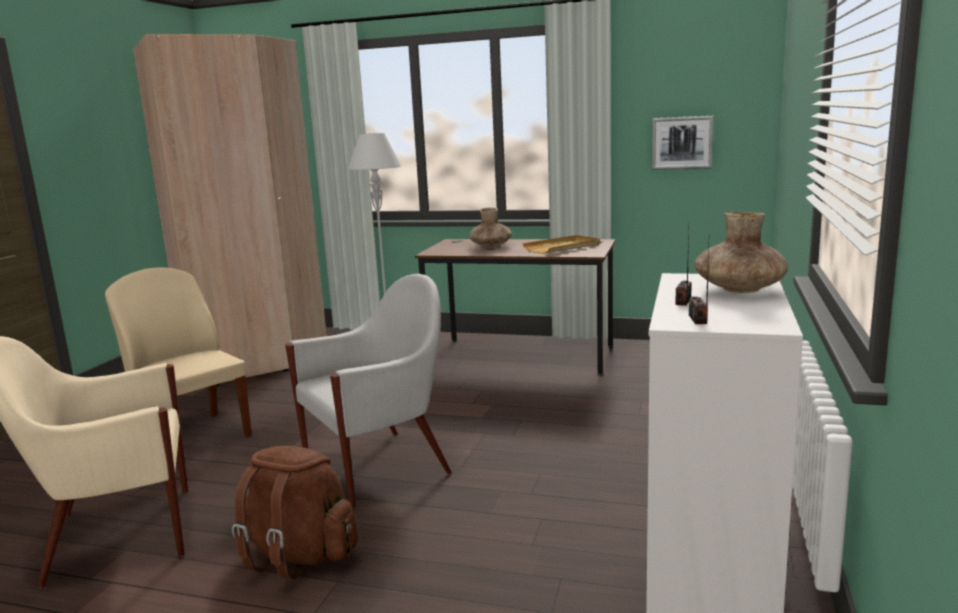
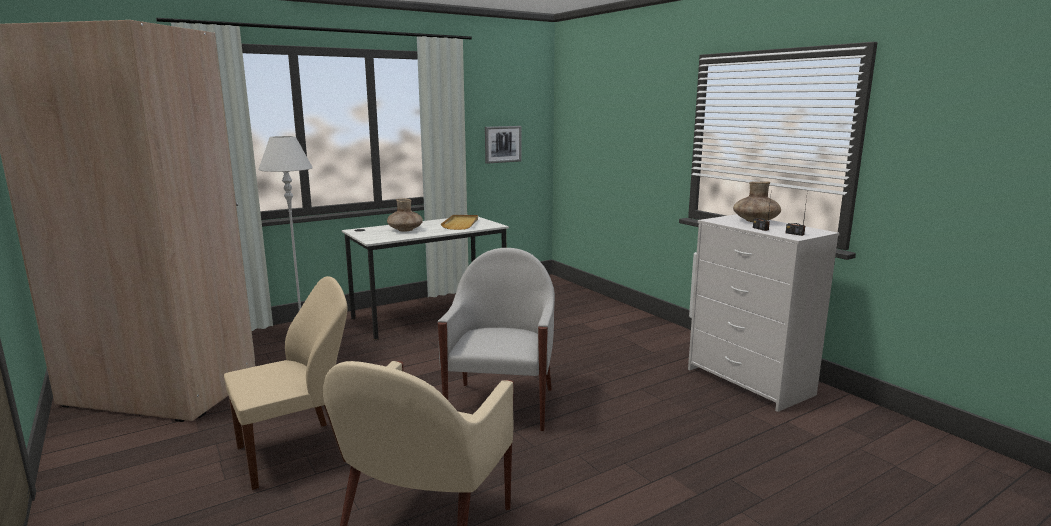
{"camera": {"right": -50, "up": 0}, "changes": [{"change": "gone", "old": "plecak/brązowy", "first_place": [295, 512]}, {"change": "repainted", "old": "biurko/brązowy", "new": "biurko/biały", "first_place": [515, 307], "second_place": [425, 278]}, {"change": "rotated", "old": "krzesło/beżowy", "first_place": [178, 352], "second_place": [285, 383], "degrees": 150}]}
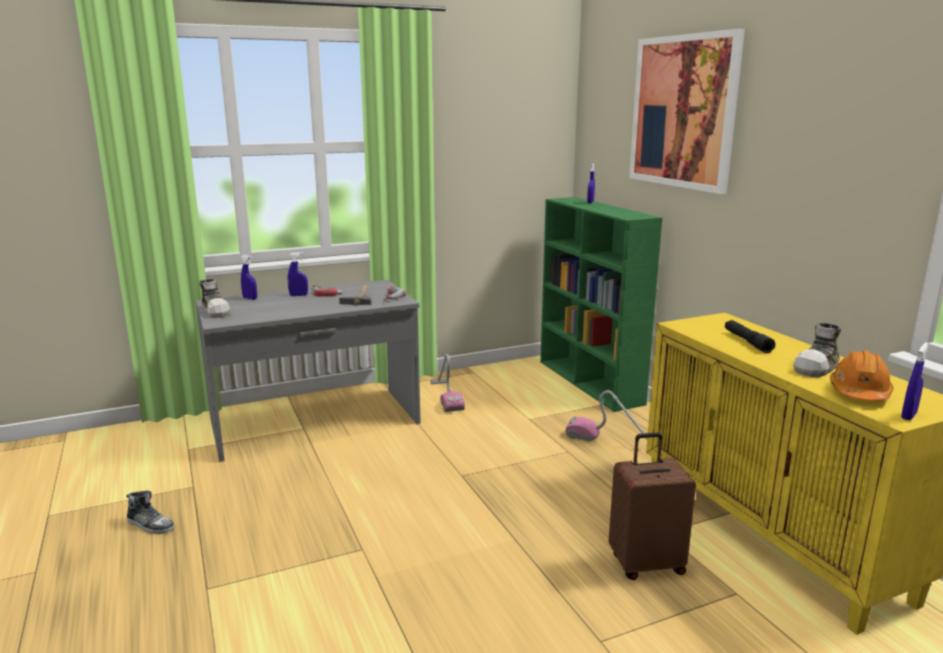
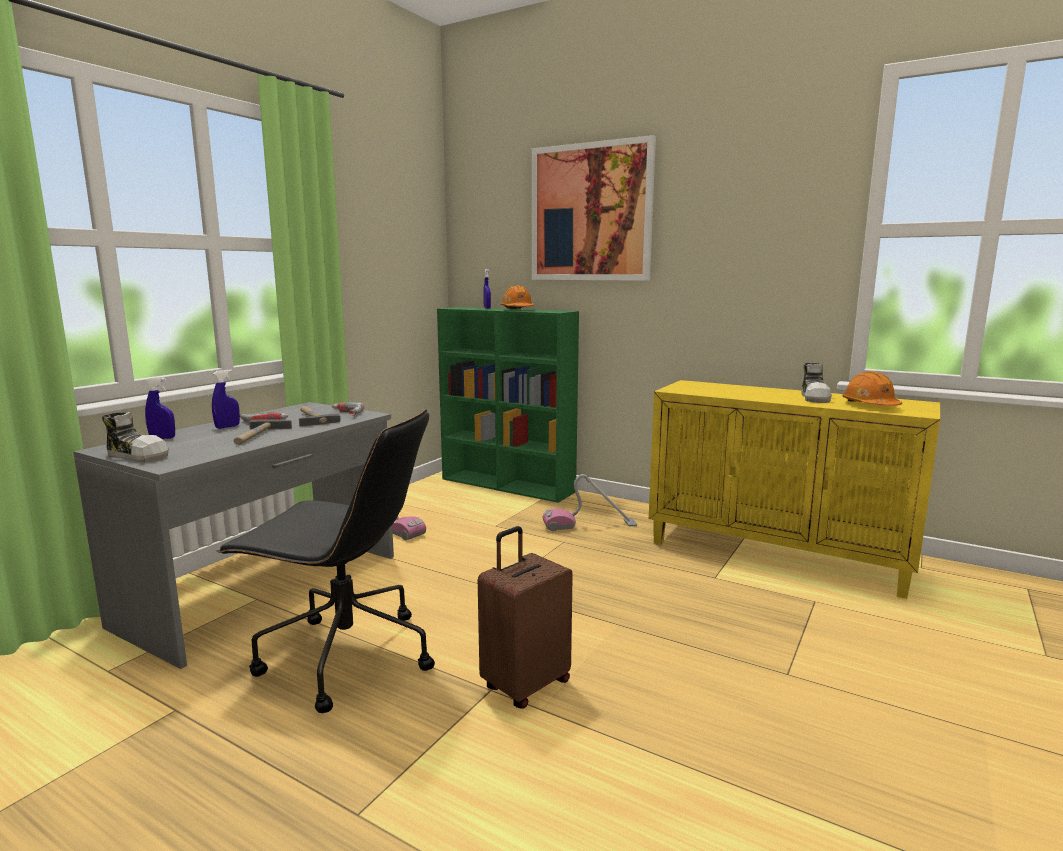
{"camera": {"right": -35, "up": -5}, "changes": [{"change": "gone", "old": "but", "first_place": [150, 512]}, {"change": "gone", "old": "latarka/czarny", "first_place": [750, 336]}, {"change": "gone", "old": "spryskiwacz/niebieski", "first_place": [914, 381]}, {"change": "new", "new": "krzesło biurowe/czarny", "second_place": [326, 561]}, {"change": "new", "new": "młotek", "second_place": [263, 431]}, {"change": "new", "new": "kask/pomarańczowy", "second_place": [517, 297]}, {"change": "shifted", "old": "walizka/brązowy", "first_place": [652, 506], "second_place": [525, 617]}]}
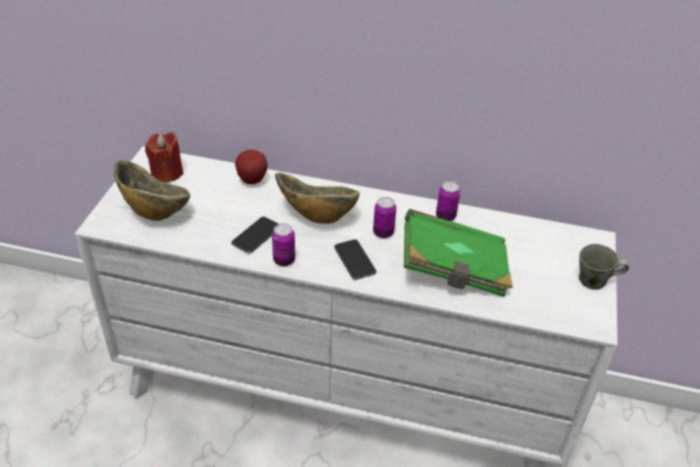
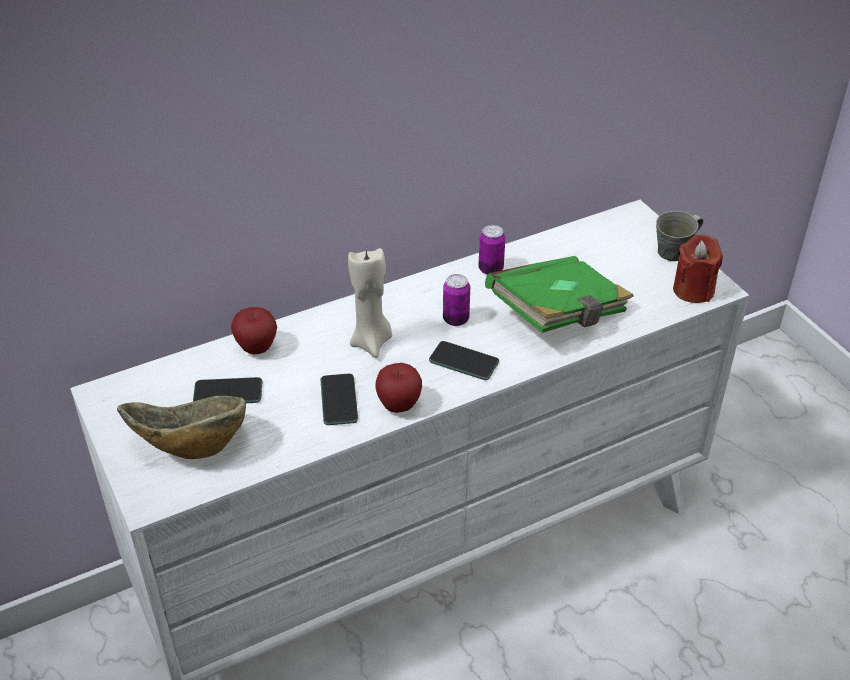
{"camera": {"right": -40, "up": 0}, "changes": [{"change": "new", "new": "telefon", "second_place": [227, 390]}, {"change": "shifted", "old": "świeca/czerwony", "first_place": [164, 157], "second_place": [698, 268]}, {"change": "swapped", "old": "puszka", "new": "jabłko", "first_place": [283, 244], "second_place": [398, 388]}, {"change": "swapped", "old": "miska", "new": "świeca/beżowy", "first_place": [317, 198], "second_place": [370, 303]}]}
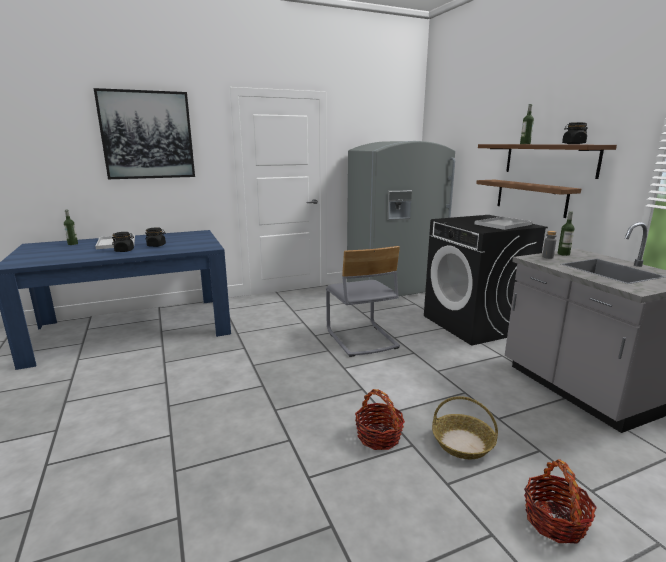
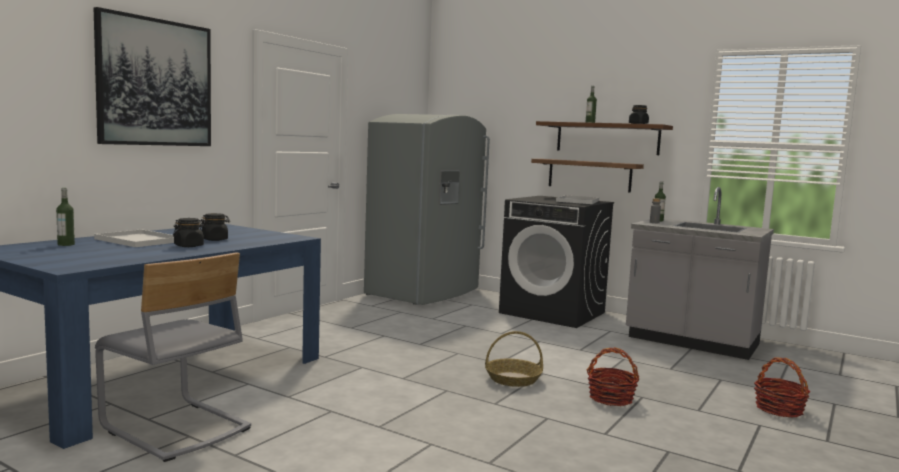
{"camera": {"right": -35, "up": -10}, "changes": [{"change": "shifted", "old": "krzesło/szary", "first_place": [363, 301], "second_place": [173, 357]}, {"change": "shifted", "old": "koszyk", "first_place": [465, 427], "second_place": [514, 359]}]}
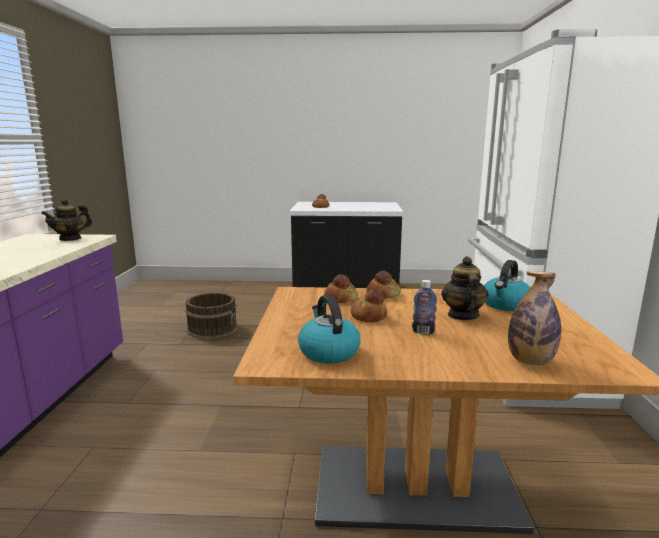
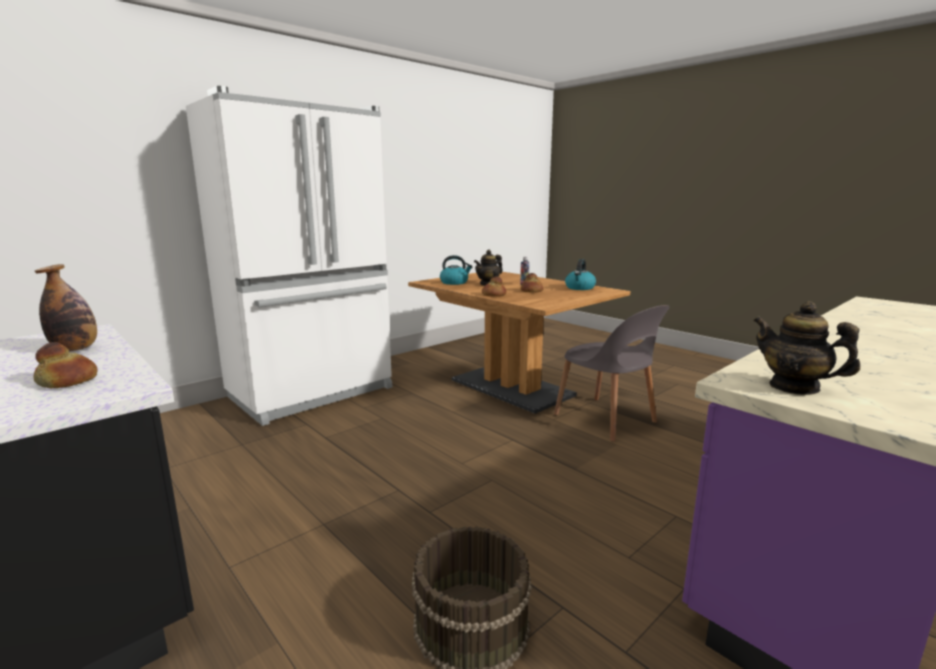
{"camera": {"right": -135, "up": 0}, "changes": [{"change": "gone", "old": "chleb", "first_place": [341, 288]}, {"change": "new", "new": "krzesło/szary", "second_place": [611, 373]}, {"change": "shifted", "old": "butelka", "first_place": [534, 318], "second_place": [66, 308]}, {"change": "rotated", "old": "imbryk", "first_place": [66, 220], "second_place": [806, 348], "degrees": -135}]}
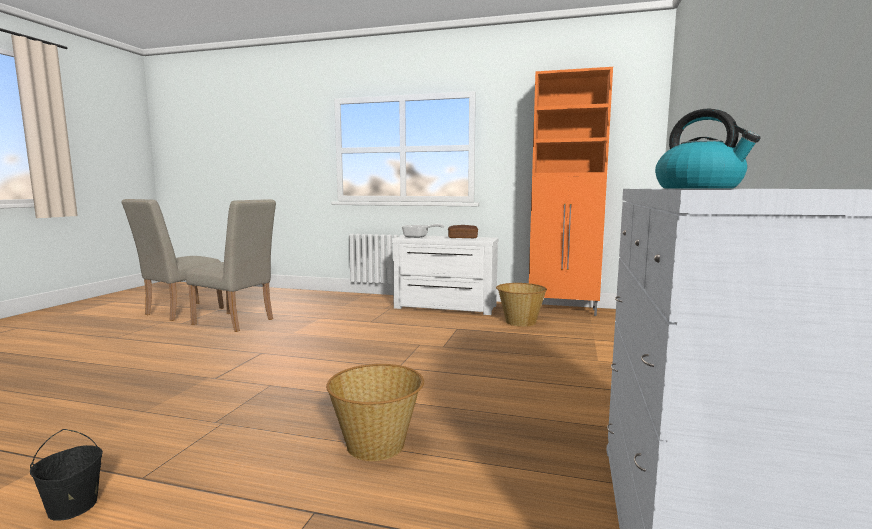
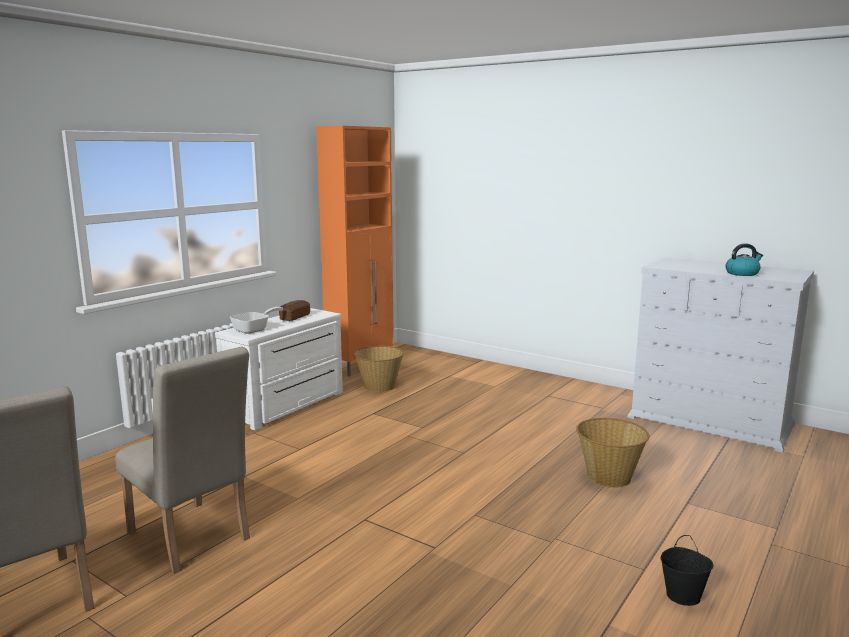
{"camera": {"right": -70, "up": 5}, "changes": [{"change": "rotated", "old": "krzesło/beżowy", "first_place": [231, 265], "second_place": [182, 460], "degrees": 90}]}
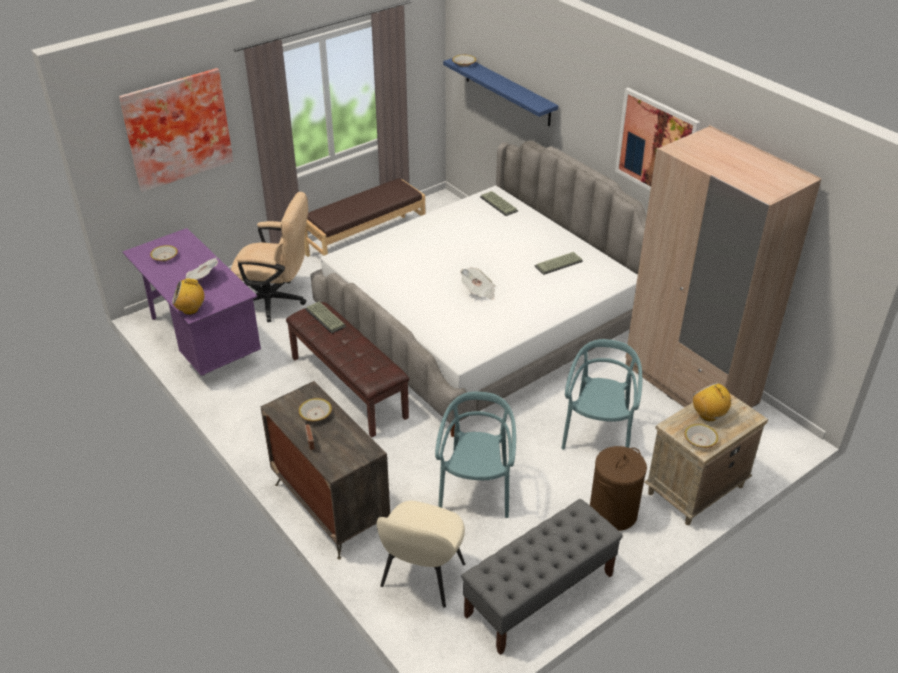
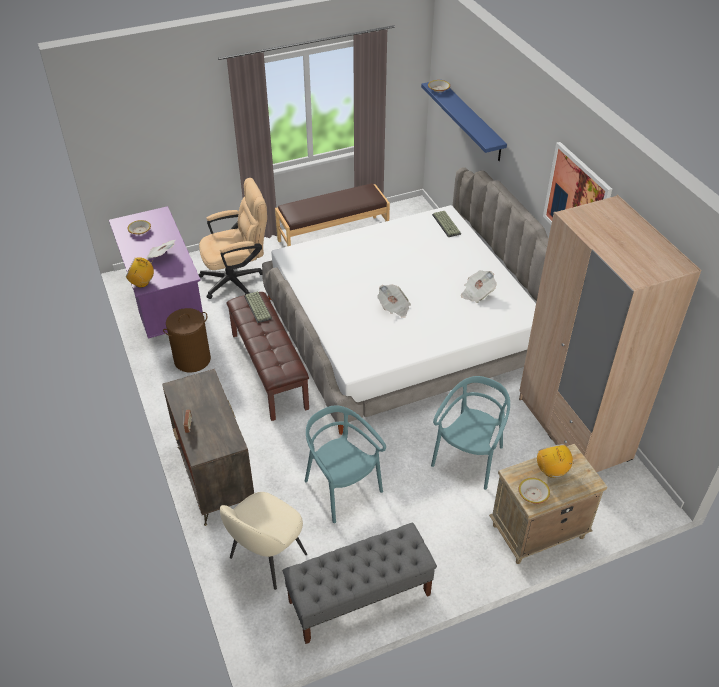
{"camera": {"right": 15, "up": 5}, "changes": [{"change": "gone", "old": "obraz", "first_place": [176, 130]}, {"change": "gone", "old": "miska", "first_place": [315, 409]}, {"change": "shifted", "old": "kosz na pranie/brązowy", "first_place": [618, 488], "second_place": [187, 340]}, {"change": "swapped", "old": "klawiatura", "new": "gazeta", "first_place": [559, 263], "second_place": [479, 286]}, {"change": "rotated", "old": "krzesło biurowe/beżowy", "first_place": [269, 257], "second_place": [233, 238], "degrees": -45}, {"change": "rotated", "old": "krzesło/turkusowy", "first_place": [475, 454], "second_place": [345, 464], "degrees": -60}]}
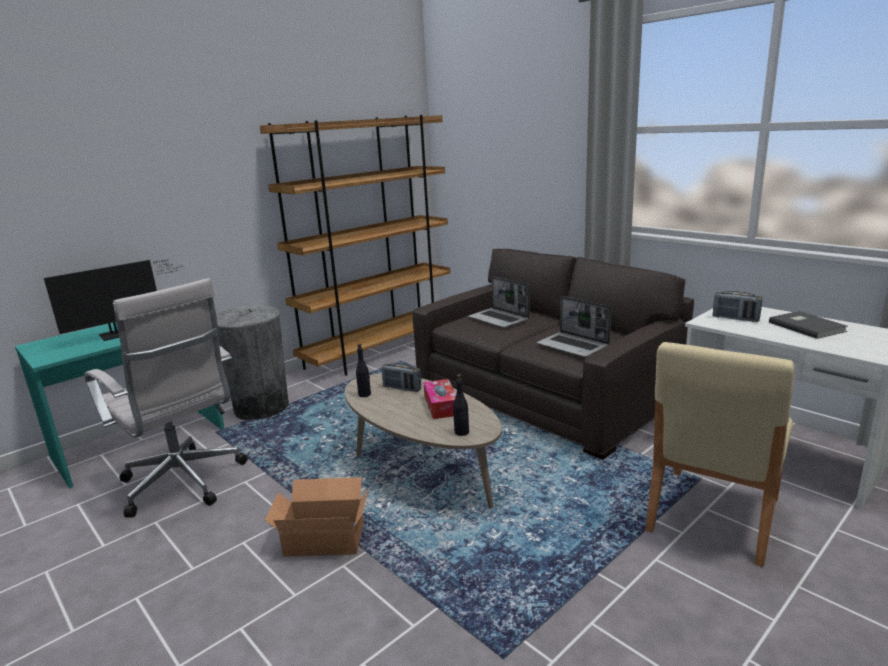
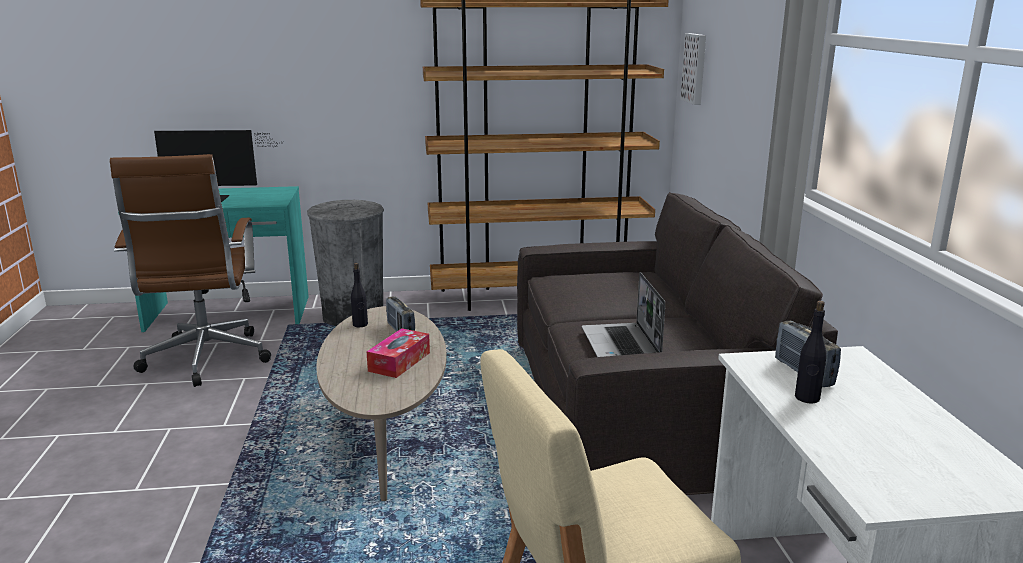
{"camera": {"right": 35, "up": 0}, "changes": [{"change": "gone", "old": "karton", "first_place": [317, 517]}, {"change": "gone", "old": "laptop", "first_place": [499, 302]}, {"change": "gone", "old": "książka/szary", "first_place": [808, 325]}, {"change": "new", "new": "obraz", "second_place": [693, 69]}, {"change": "shifted", "old": "butelka/czarny", "first_place": [461, 405], "second_place": [810, 352]}, {"change": "repainted", "old": "krzesło biurowe/biały", "new": "krzesło biurowe/brązowy", "first_place": [166, 398], "second_place": [190, 270]}]}
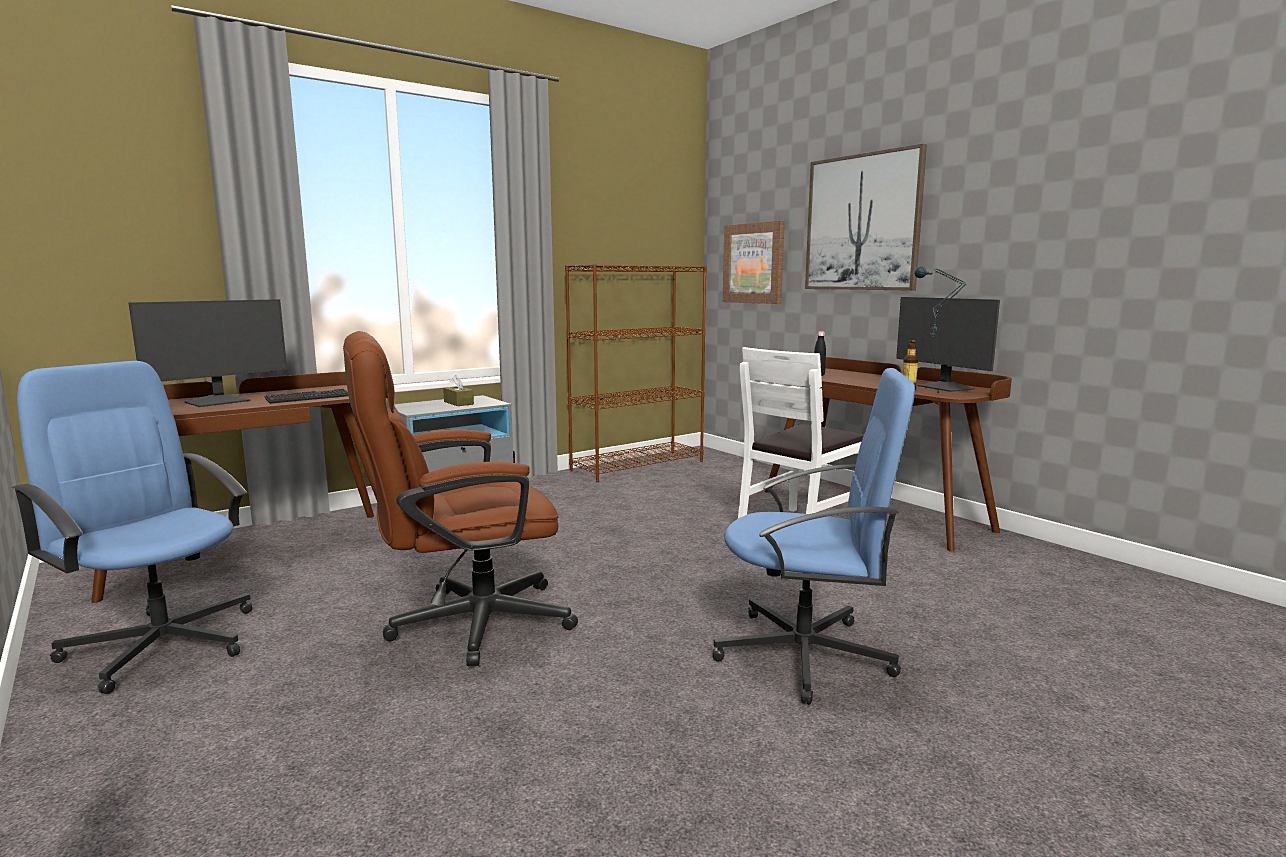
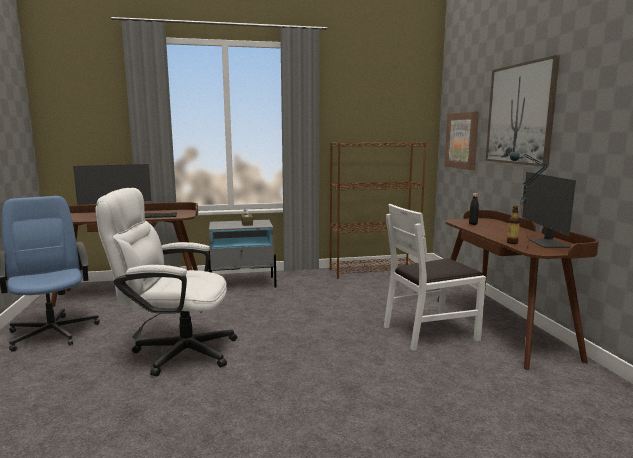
{"camera": {"right": 25, "up": 0}, "changes": [{"change": "gone", "old": "krzesło biurowe/niebieski", "first_place": [813, 536]}, {"change": "repainted", "old": "krzesło biurowe/brązowy", "new": "krzesło biurowe/biały", "first_place": [460, 498], "second_place": [166, 282]}]}
